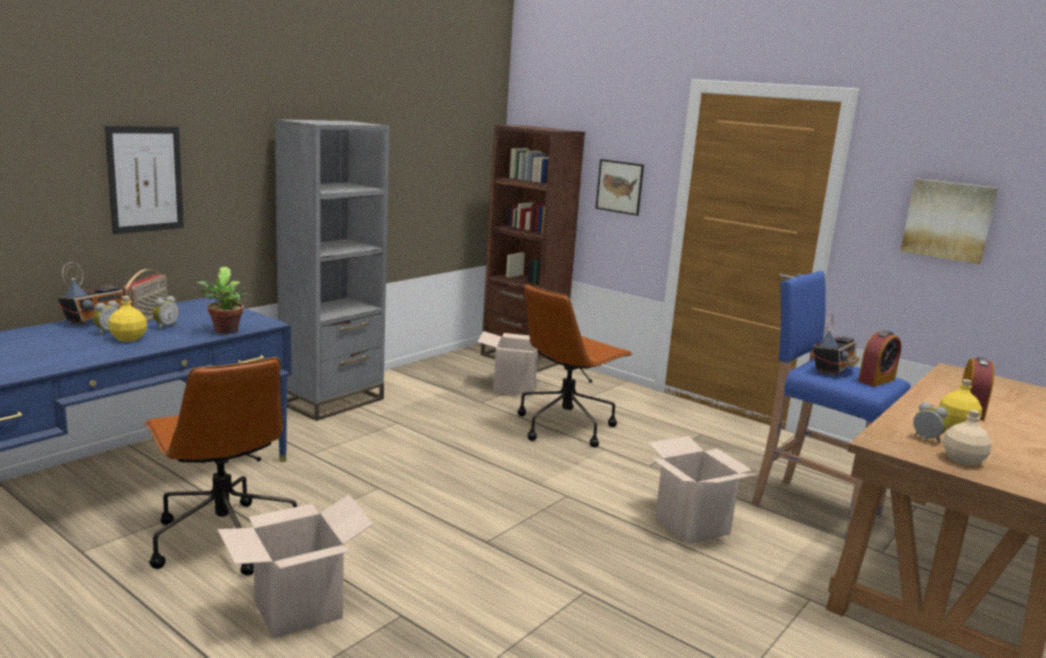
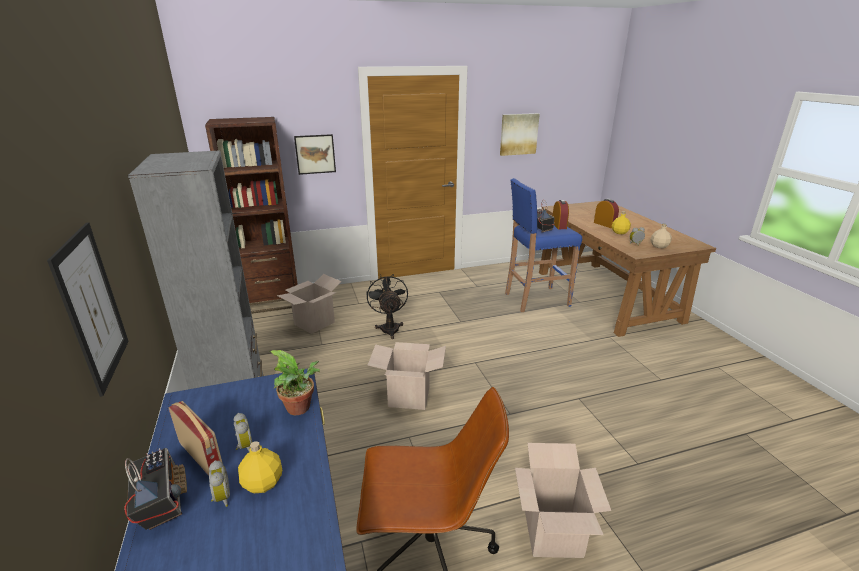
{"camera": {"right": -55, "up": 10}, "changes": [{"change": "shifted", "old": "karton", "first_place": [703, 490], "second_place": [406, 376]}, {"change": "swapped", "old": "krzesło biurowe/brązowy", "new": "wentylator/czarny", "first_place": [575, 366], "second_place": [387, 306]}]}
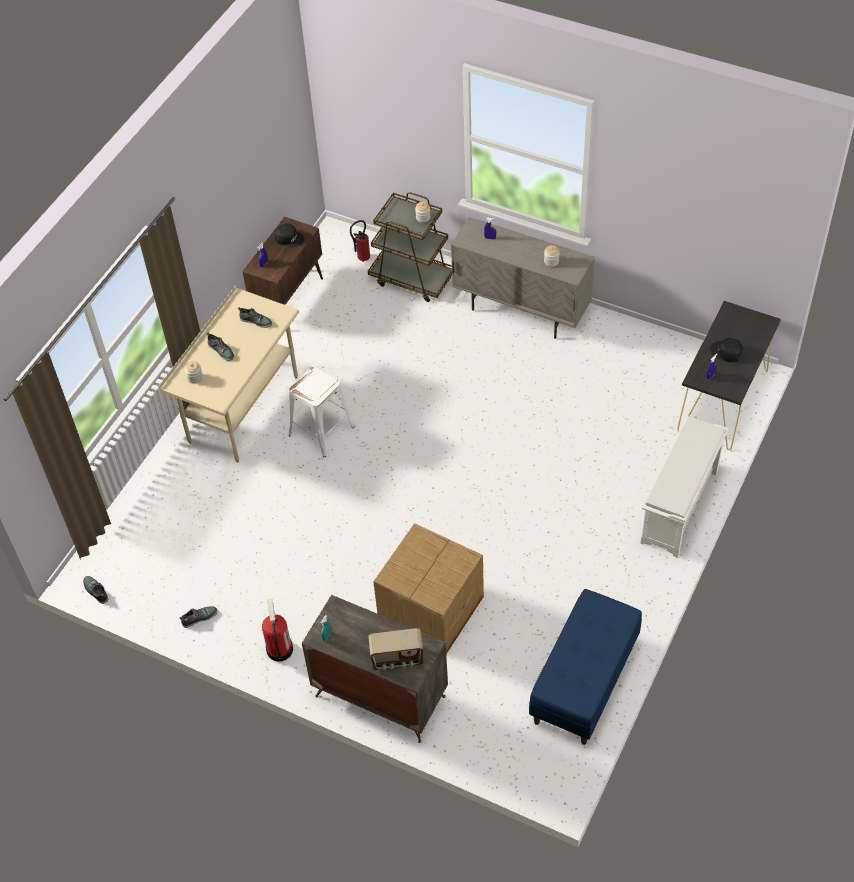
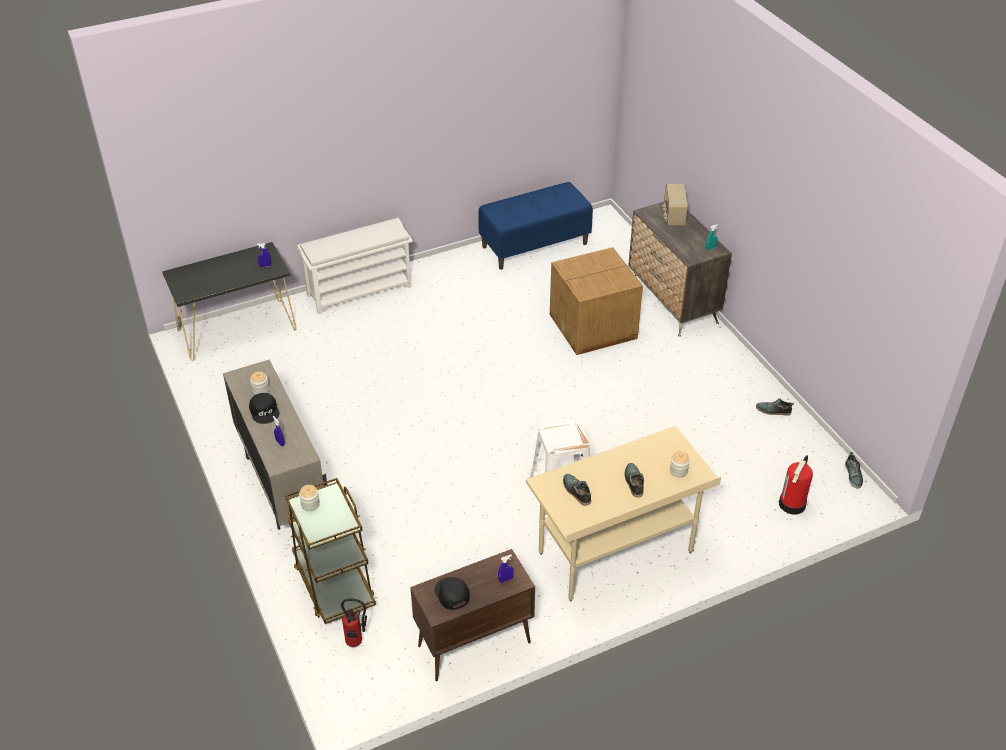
{"camera": {"right": -145, "up": -10}, "changes": [{"change": "shifted", "old": "gaśnica", "first_place": [277, 630], "second_place": [796, 485]}, {"change": "shifted", "old": "czapka z daszkiem/czarny", "first_place": [726, 350], "second_place": [264, 408]}, {"change": "rotated", "old": "radio", "first_place": [395, 649], "second_place": [674, 205], "degrees": -120}]}
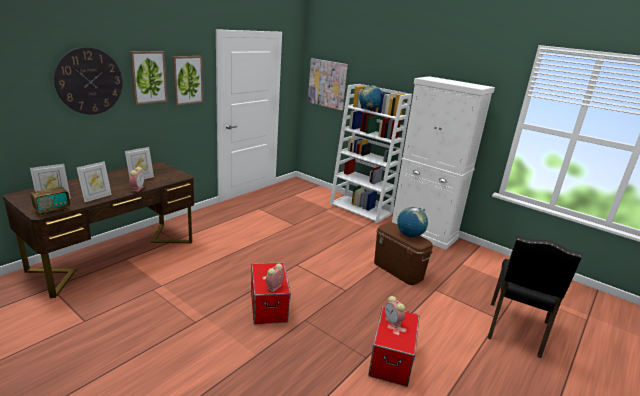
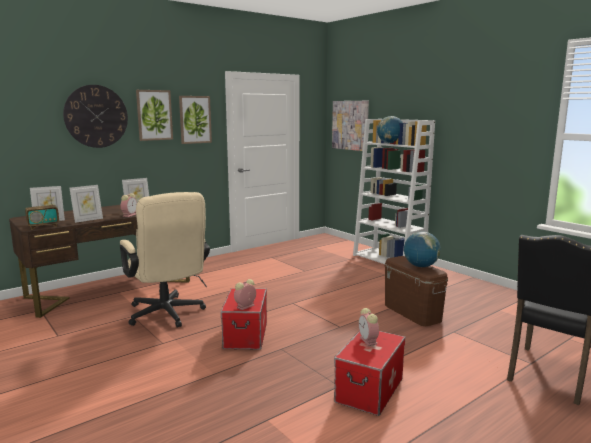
{"camera": {"right": 15, "up": -10}, "changes": [{"change": "gone", "old": "szafka/biały", "first_place": [443, 163]}, {"change": "new", "new": "krzesło biurowe/beżowy", "second_place": [165, 259]}]}
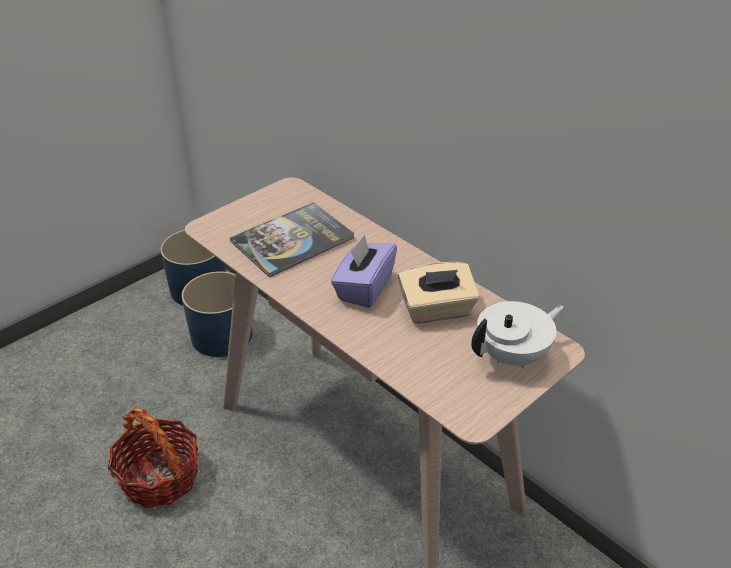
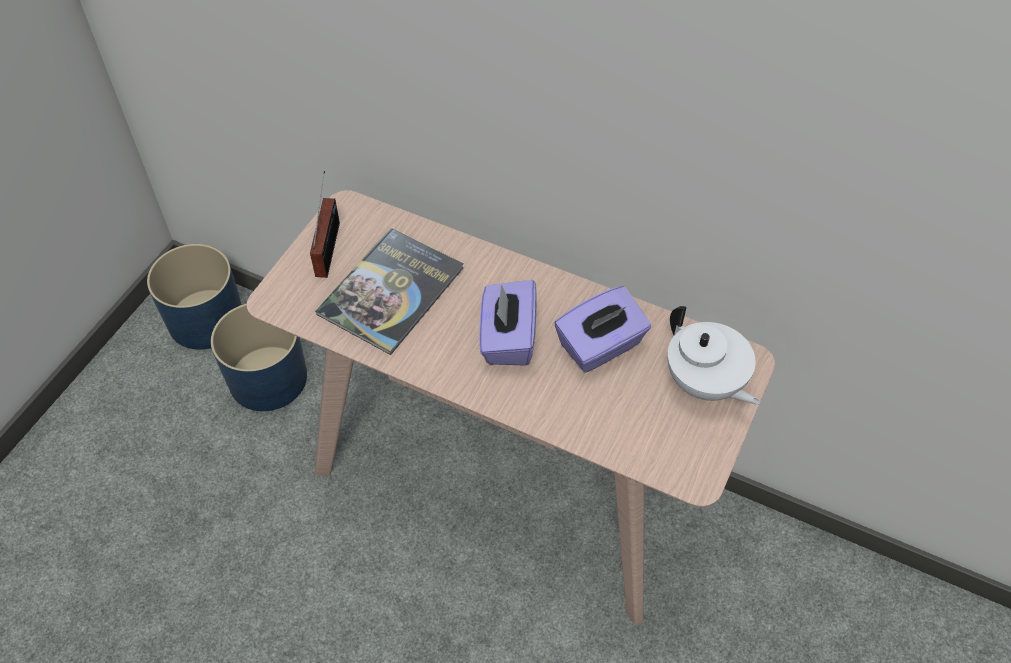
{"camera": {"right": -20, "up": 15}, "changes": [{"change": "gone", "old": "koszyk", "first_place": [153, 458]}, {"change": "new", "new": "radio", "second_place": [325, 224]}, {"change": "repainted", "old": "pudełko chusteczek/beżowy", "new": "pudełko chusteczek/fioletowy", "first_place": [438, 293], "second_place": [603, 329]}, {"change": "rotated", "old": "imbryk/biały", "first_place": [517, 335], "second_place": [713, 355], "degrees": 105}]}
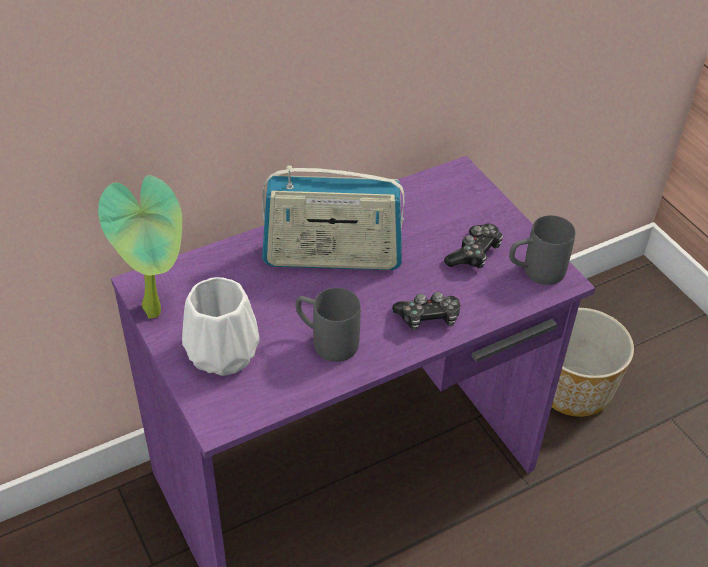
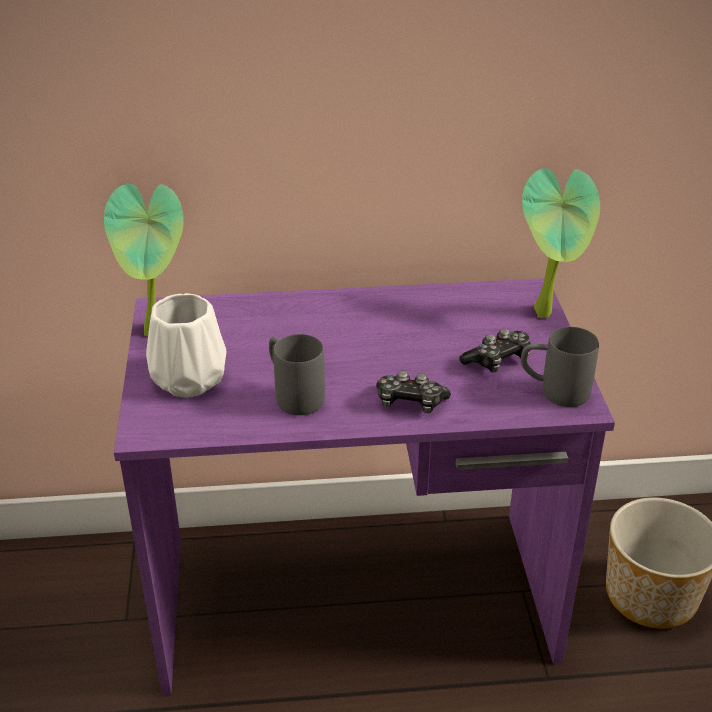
{"camera": {"right": 25, "up": -10}, "changes": [{"change": "gone", "old": "radio", "first_place": [333, 217]}, {"change": "new", "new": "roślina doniczkowa", "second_place": [561, 243]}]}
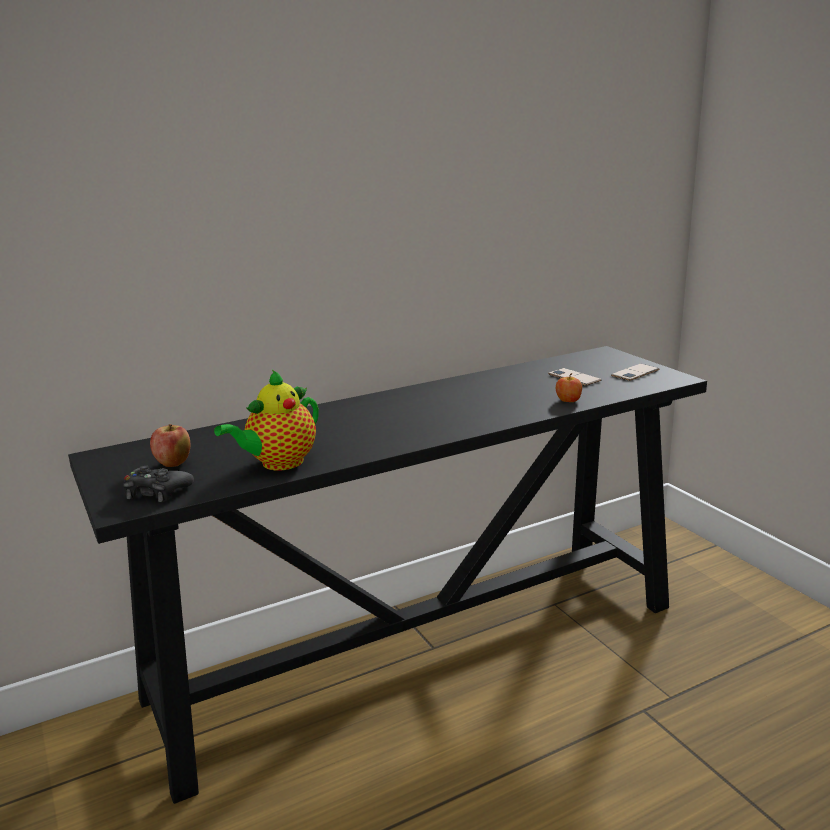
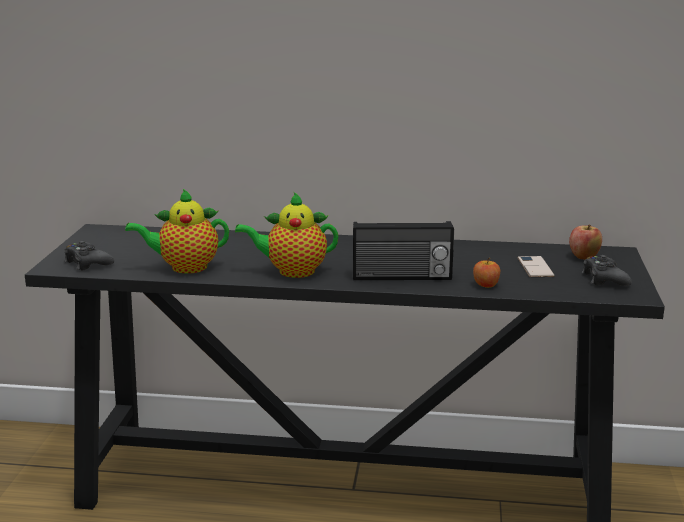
{"camera": {"right": 35, "up": 0}, "changes": [{"change": "new", "new": "imbryk", "second_place": [286, 235]}, {"change": "new", "new": "radio", "second_place": [403, 250]}, {"change": "shifted", "old": "jabłko", "first_place": [170, 445], "second_place": [585, 242]}, {"change": "swapped", "old": "telefon", "new": "pad do gier/czarny", "first_place": [635, 372], "second_place": [606, 270]}]}
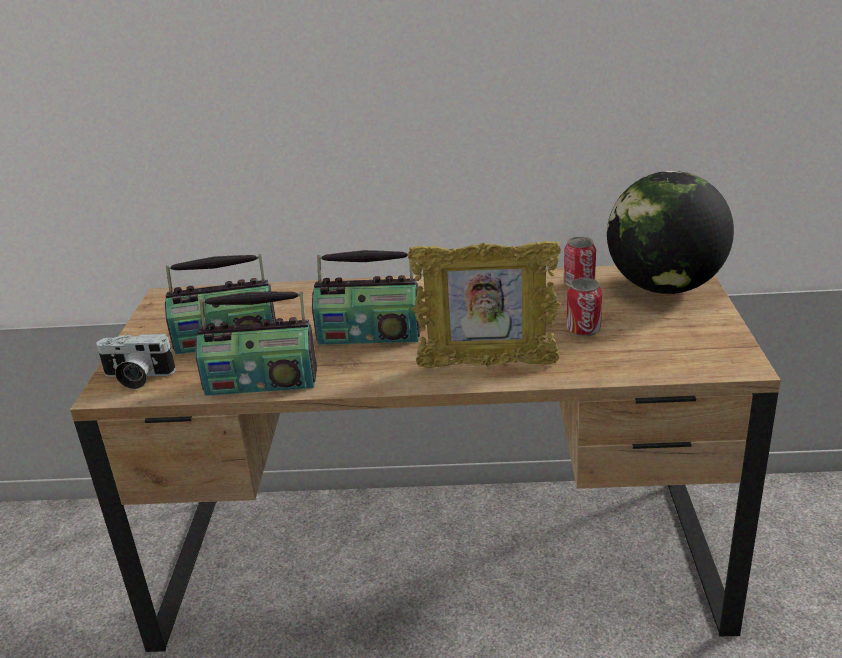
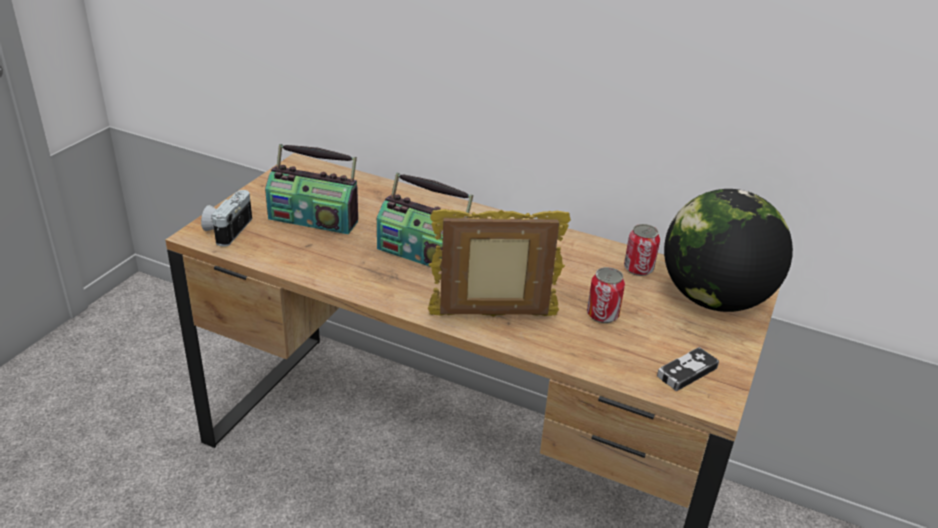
{"camera": {"right": 20, "up": 5}, "changes": [{"change": "gone", "old": "radio", "first_place": [256, 343]}, {"change": "new", "new": "pad do gier", "second_place": [688, 369]}, {"change": "rotated", "old": "aparat fotograficzny", "first_place": [136, 361], "second_place": [226, 218], "degrees": 75}, {"change": "rotated", "old": "ramka na zdjęcie", "first_place": [484, 304], "second_place": [499, 263], "degrees": 150}]}
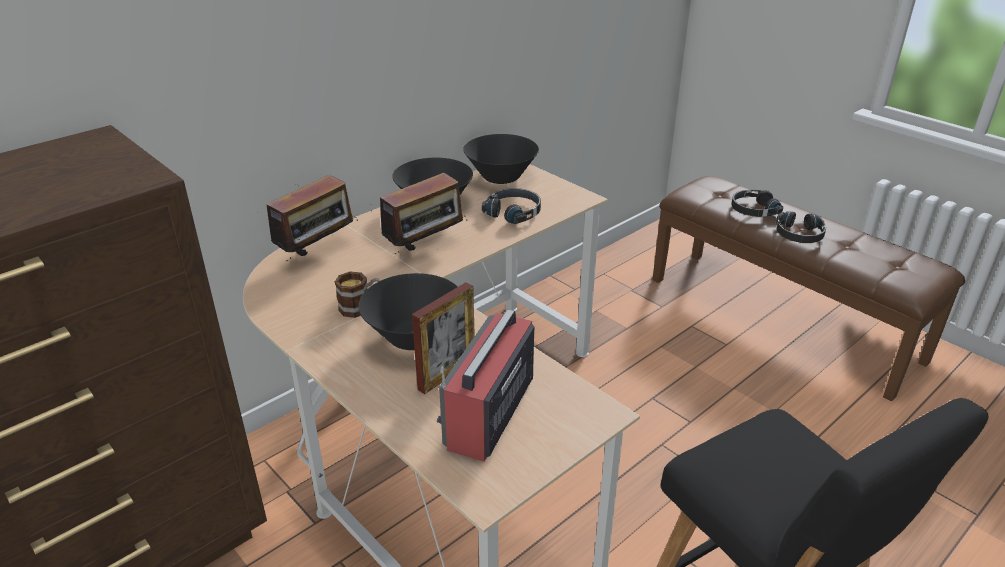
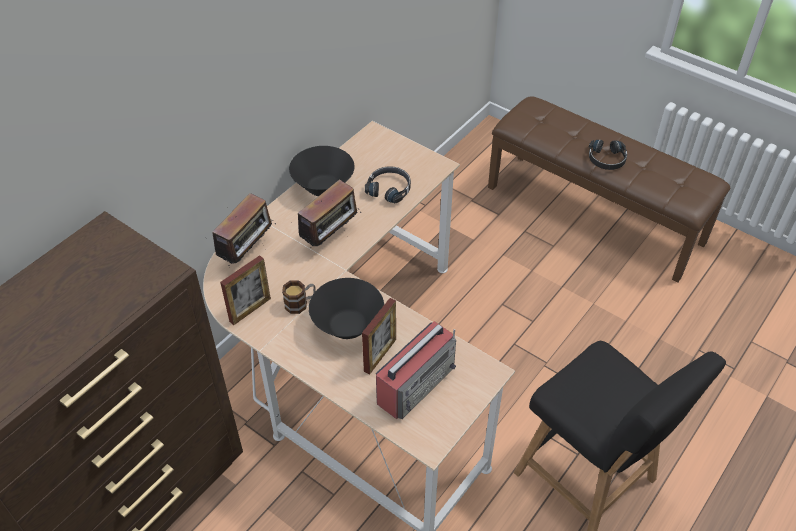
{"camera": {"right": -10, "up": 15}, "changes": [{"change": "gone", "old": "miska/czarny", "first_place": [501, 159]}, {"change": "gone", "old": "słuchawki/czarny", "first_place": [757, 203]}, {"change": "new", "new": "ramka na zdjęcie", "second_place": [245, 290]}, {"change": "rotated", "old": "radio", "first_place": [485, 385], "second_place": [416, 370], "degrees": -150}]}
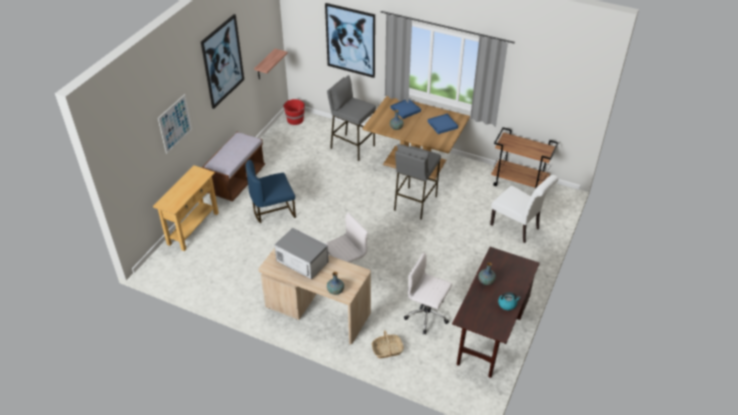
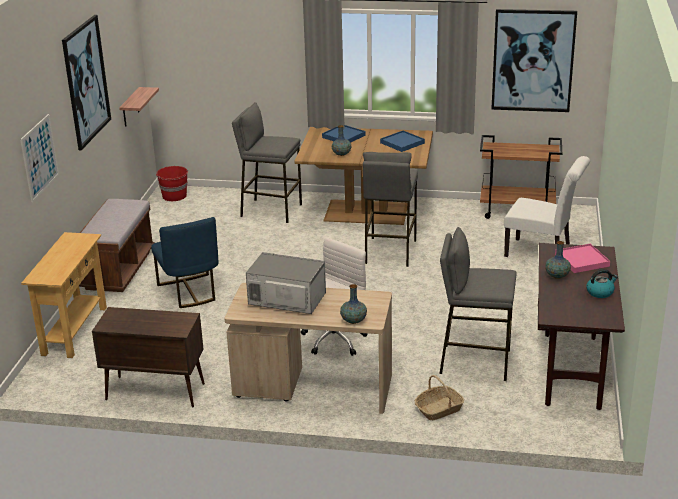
{"camera": {"right": -15, "up": -15}, "changes": [{"change": "new", "new": "szafka/brązowy", "second_place": [148, 357]}, {"change": "new", "new": "taca/różowy", "second_place": [582, 258]}, {"change": "shifted", "old": "obraz", "first_place": [350, 40], "second_place": [534, 60]}, {"change": "swapped", "old": "krzesło biurowe/biały", "new": "stołek/szary", "first_place": [428, 293], "second_place": [478, 304]}, {"change": "rotated", "old": "krzesło/niebieski", "first_place": [271, 191], "second_place": [184, 262], "degrees": -75}]}
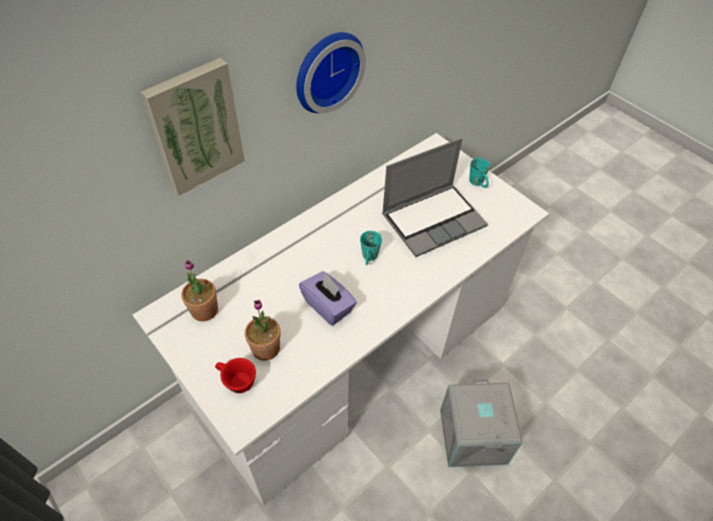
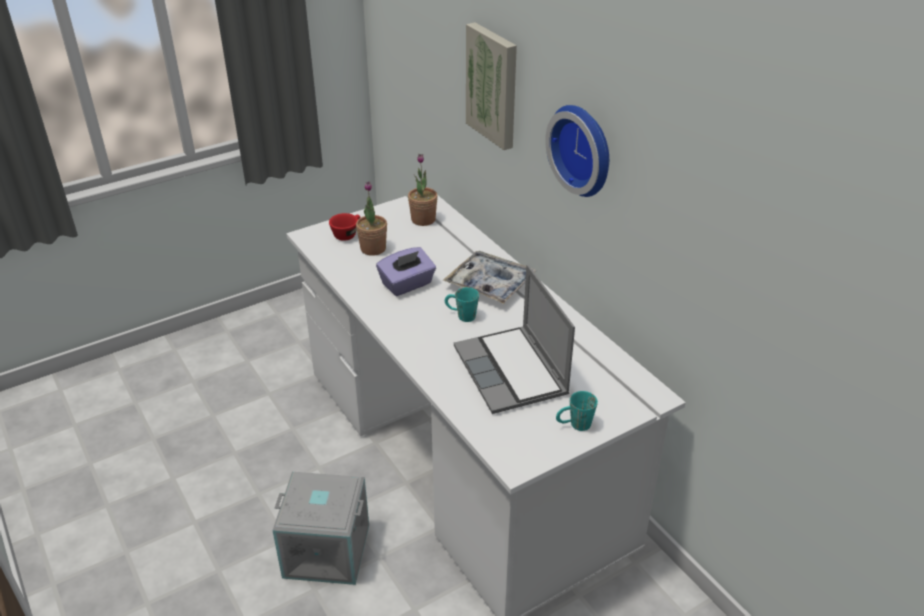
{"camera": {"right": 100, "up": -15}, "changes": [{"change": "new", "new": "taca", "second_place": [490, 277]}]}
